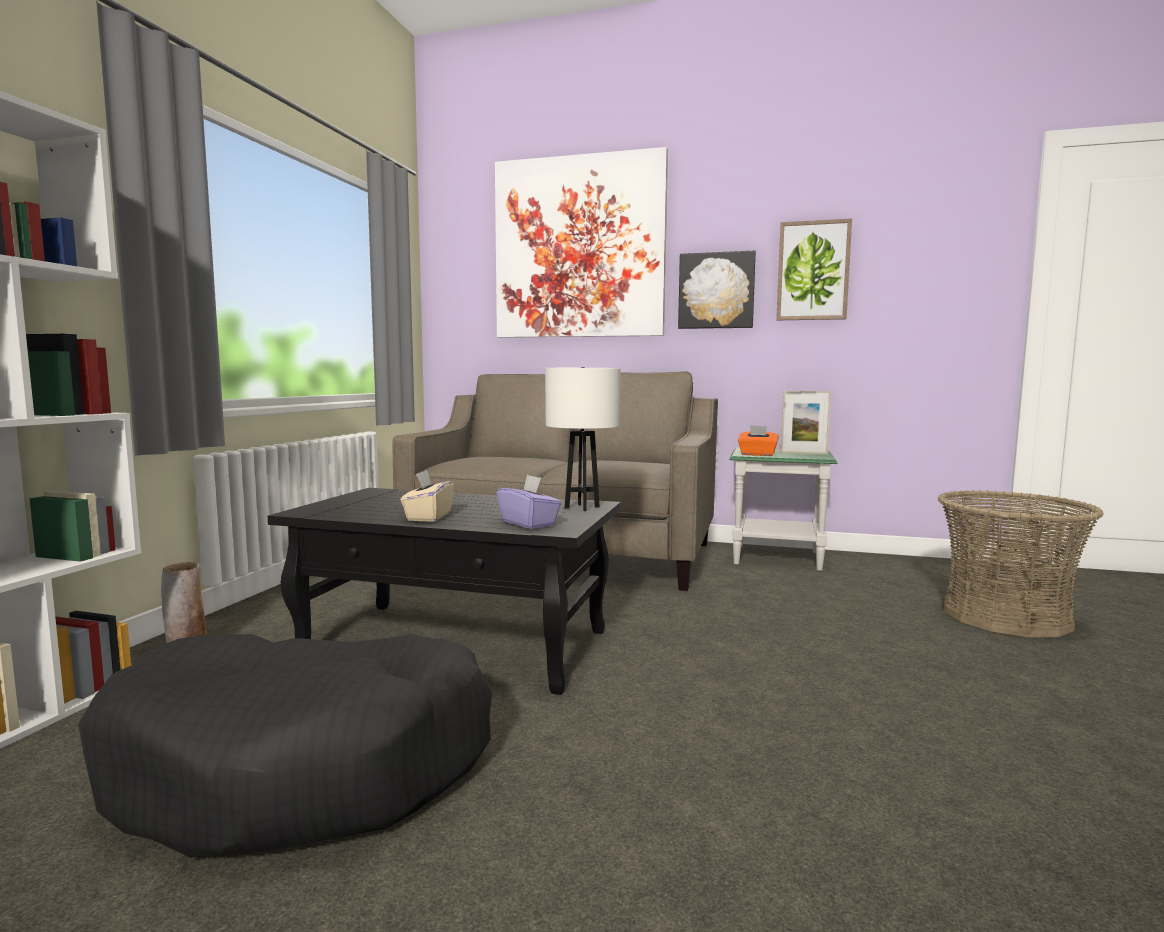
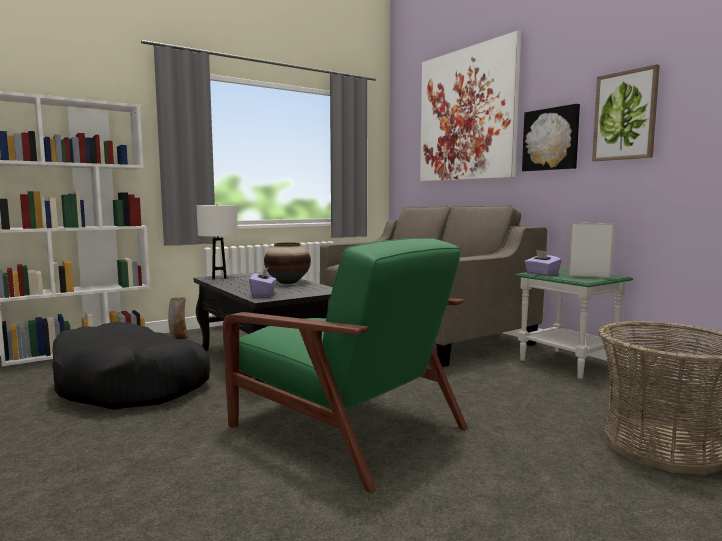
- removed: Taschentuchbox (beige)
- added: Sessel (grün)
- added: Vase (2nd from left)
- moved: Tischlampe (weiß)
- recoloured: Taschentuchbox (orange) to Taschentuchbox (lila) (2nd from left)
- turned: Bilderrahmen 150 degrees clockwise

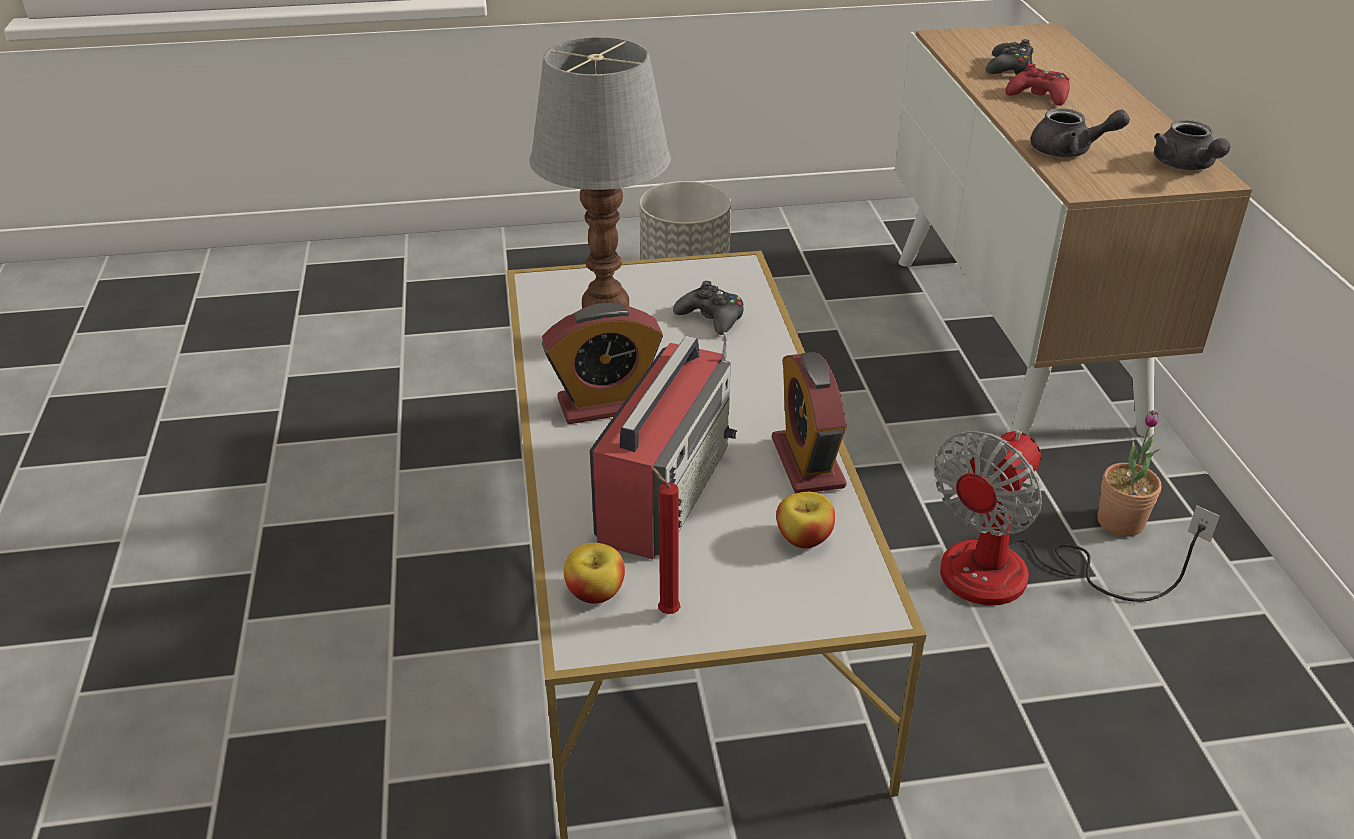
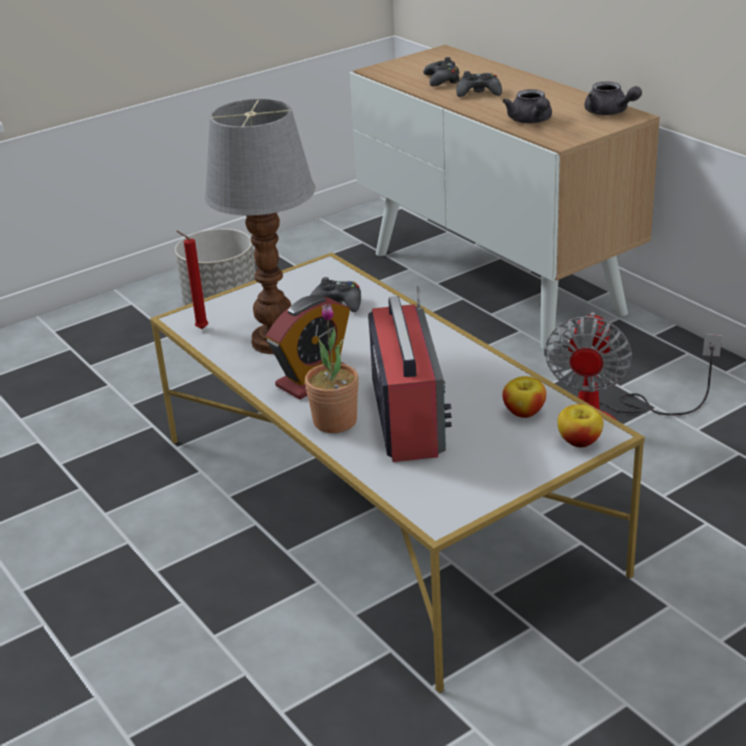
- removed: Wecker (2nd from left)
- moved: Apfel (1st from left in the first image) to Apfel (2nd from left)
- moved: Kerze (rot)
- moved: Topfpflanze
- recoloured: Gamepad (rot) to Gamepad (schwarz) (3rd from left)
- turned: Teekanne (grau) (1st from left) 90 degrees clockwise

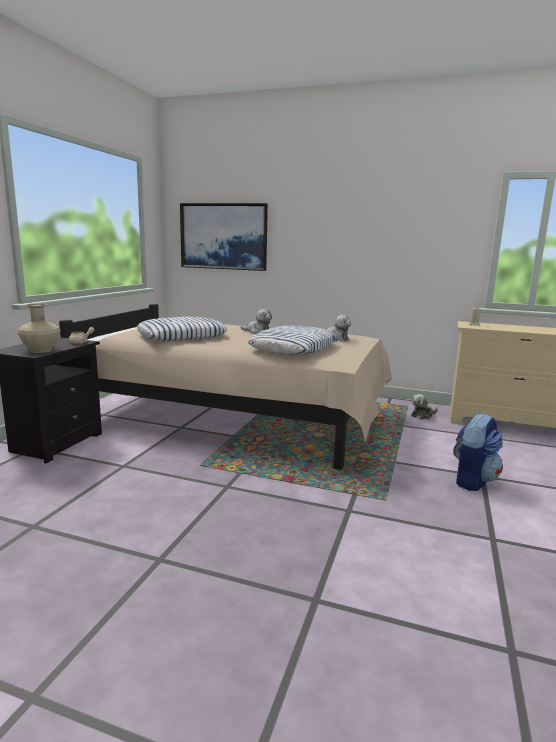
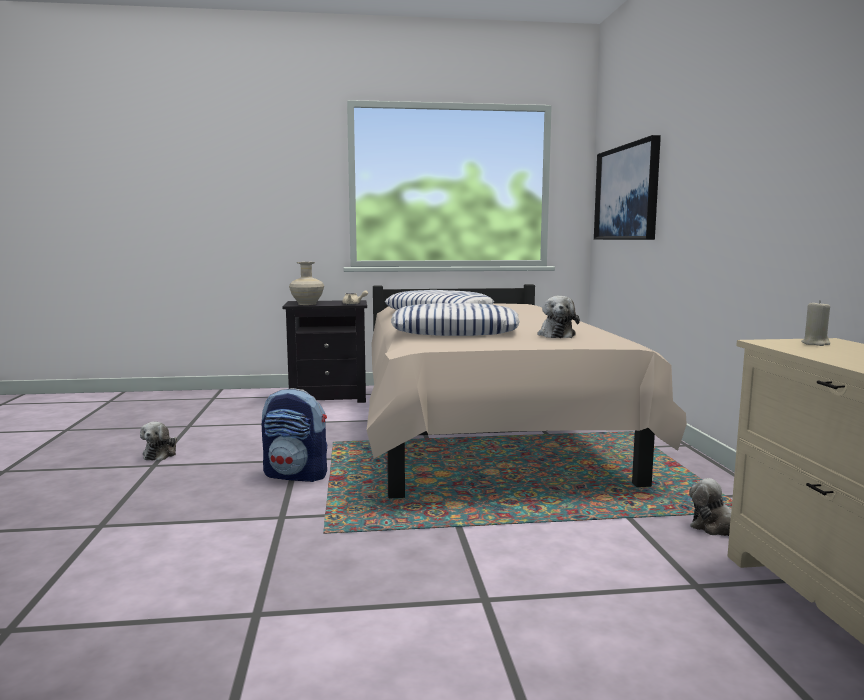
- moved: Plüschtier (1st from left)
- moved: Rucksack

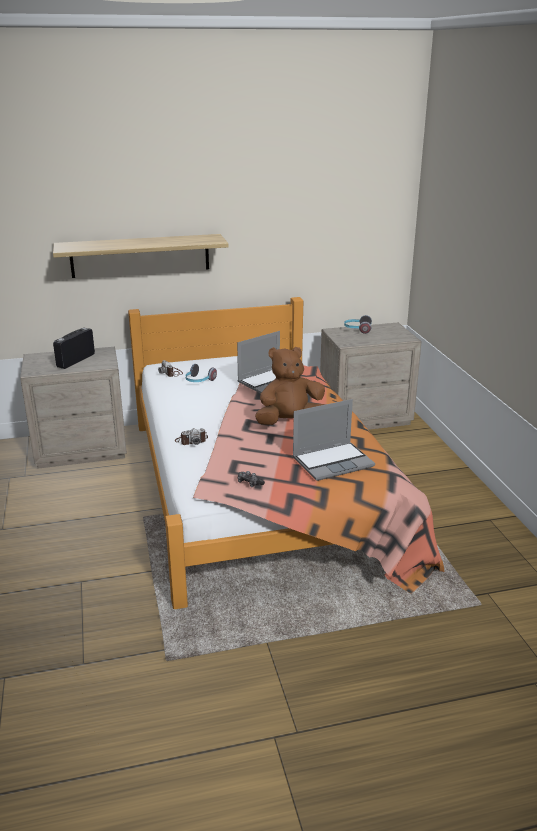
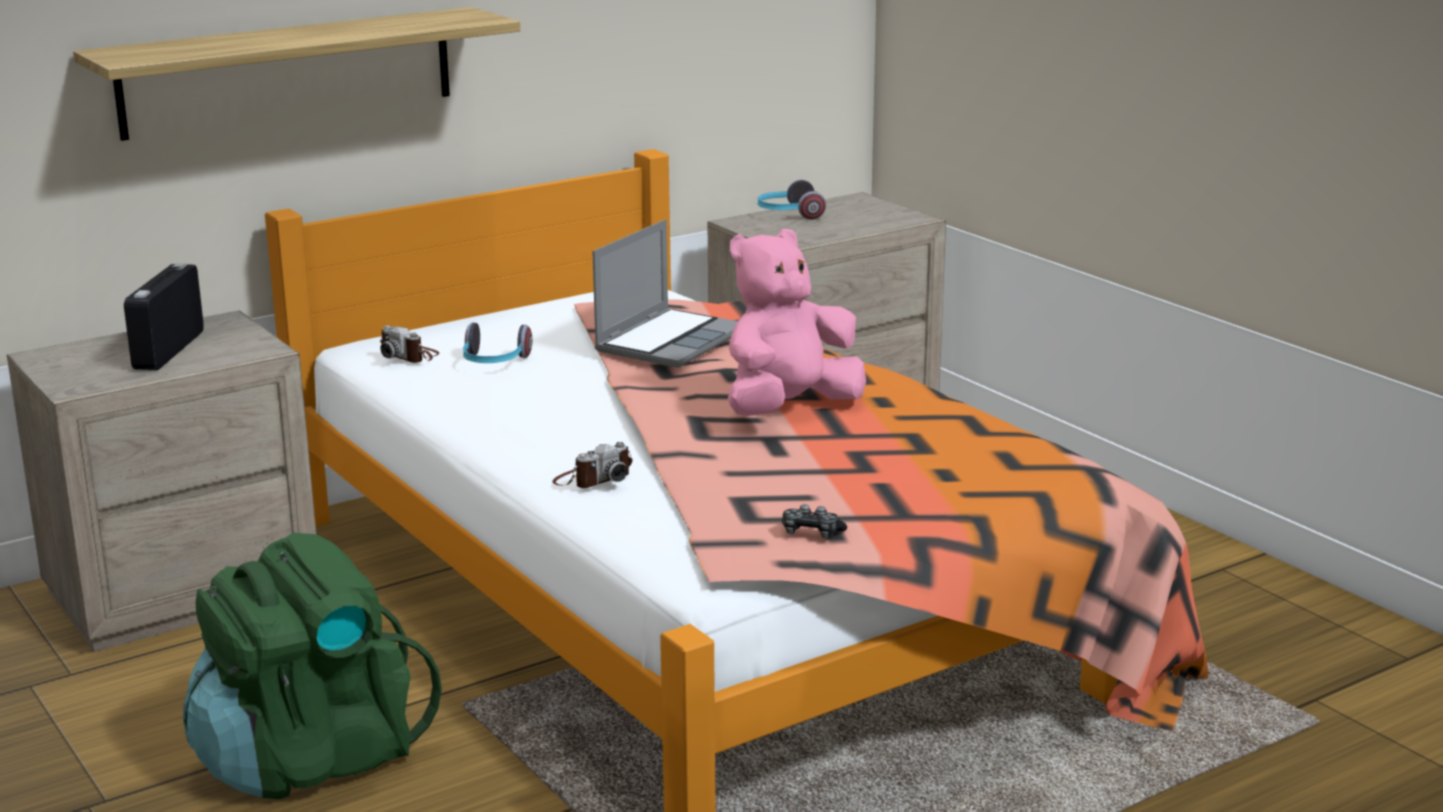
- removed: Laptop (2nd from left)
- added: Rucksack (grün)
- recoloured: Plüschtier (braun) to Plüschtier (rosa)

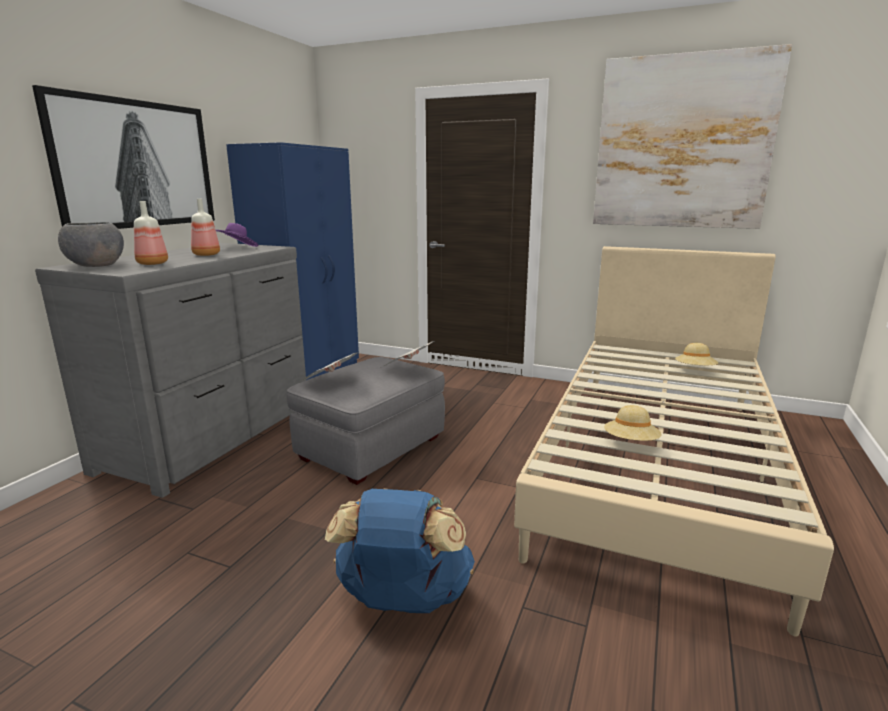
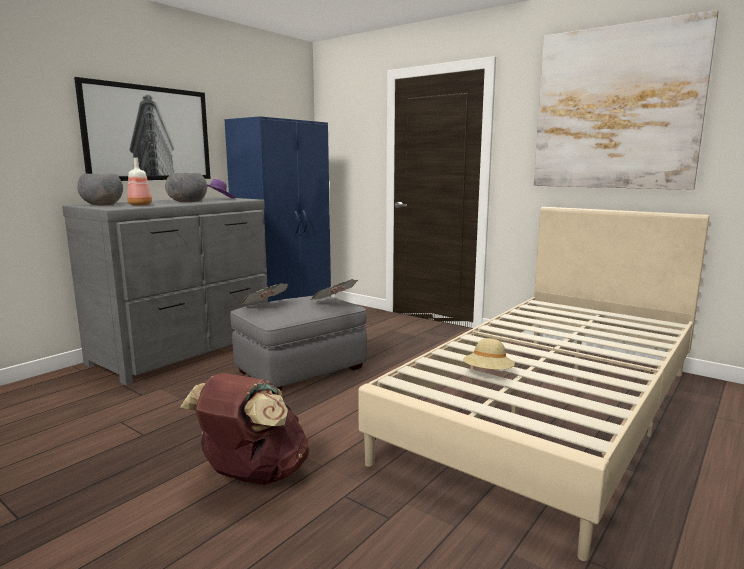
- removed: Hut (beige) (2nd from left)
- replaced: Flasche (2nd from left) to Schüssel (grau) (2nd from left)
- recoloured: Rucksack (blau) to Rucksack (braun)

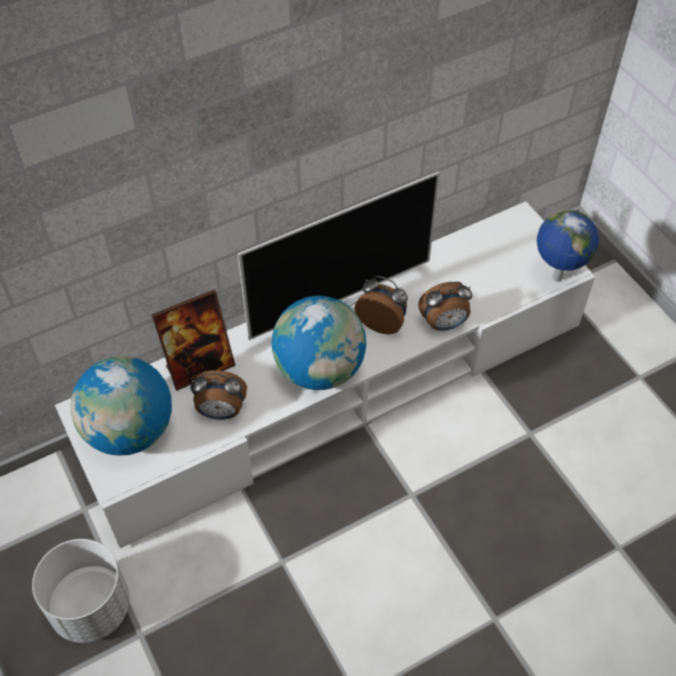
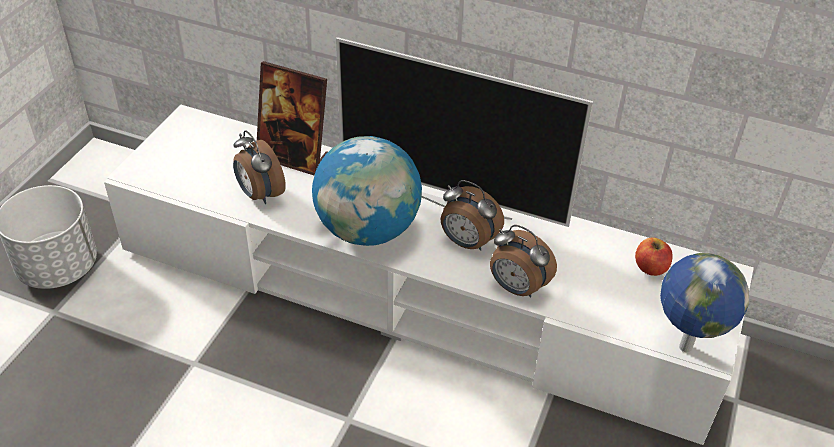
- removed: Globus (1st from left)
- added: Apfel
- turned: Wecker (2nd from left) 135 degrees clockwise

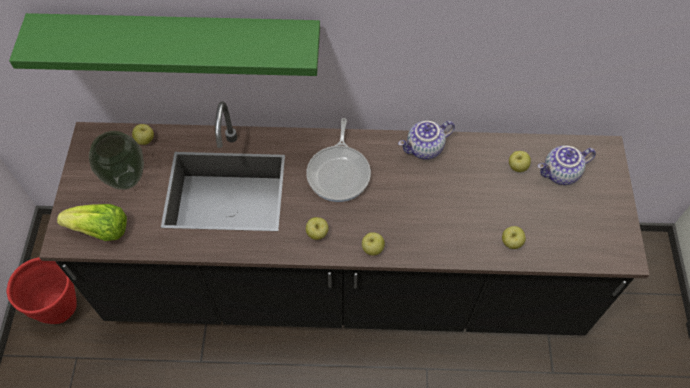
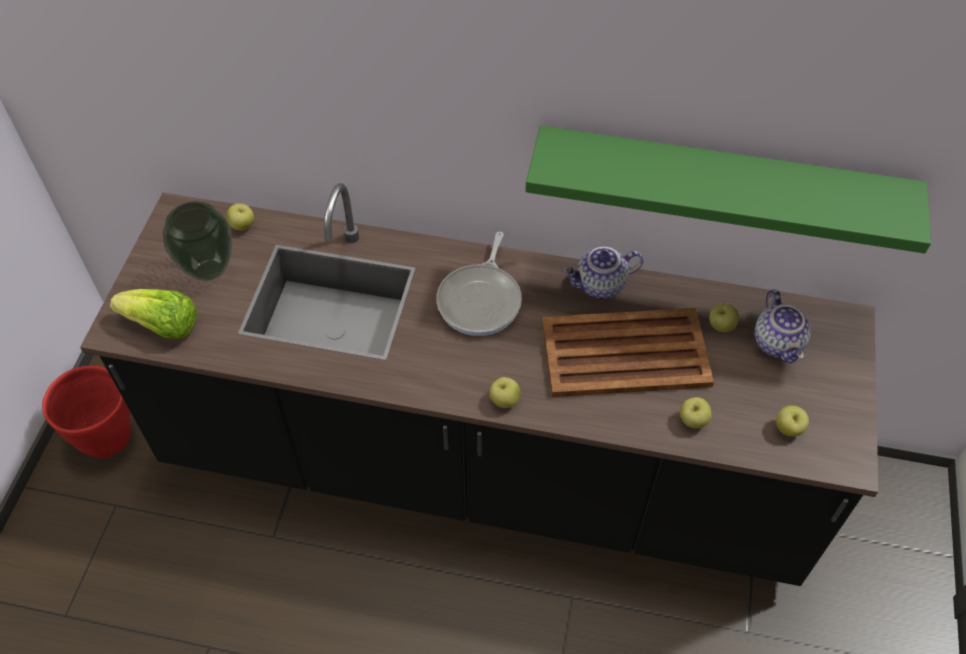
- added: Tablett (braun)
- moved: Wandregal (grün)
- moved: Apfel (2nd from left in the first image) to Apfel (5th from left)
- turned: Teekanne (2nd from left) 90 degrees counterclockwise

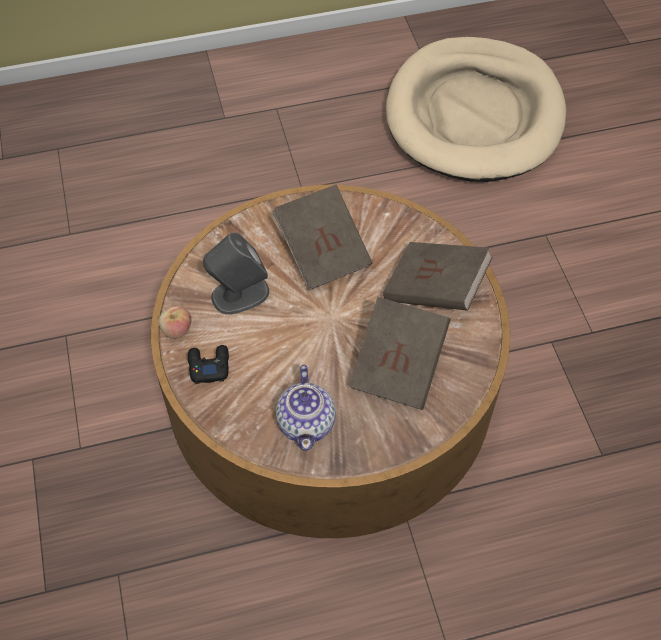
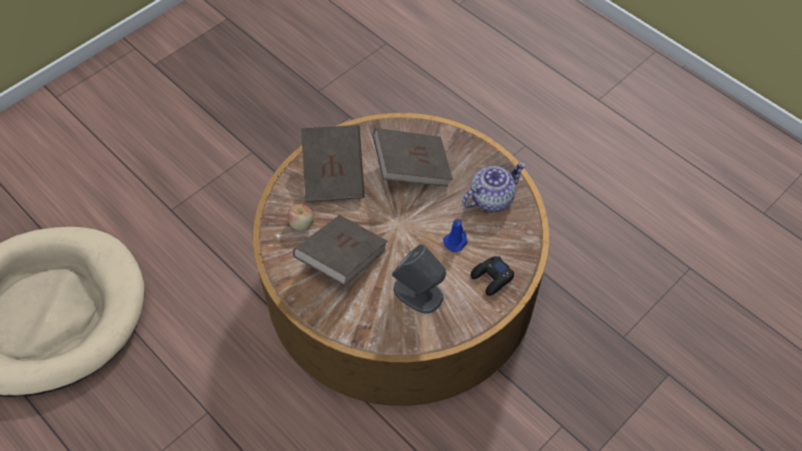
- added: Kerze (blau)
- moved: Apfel

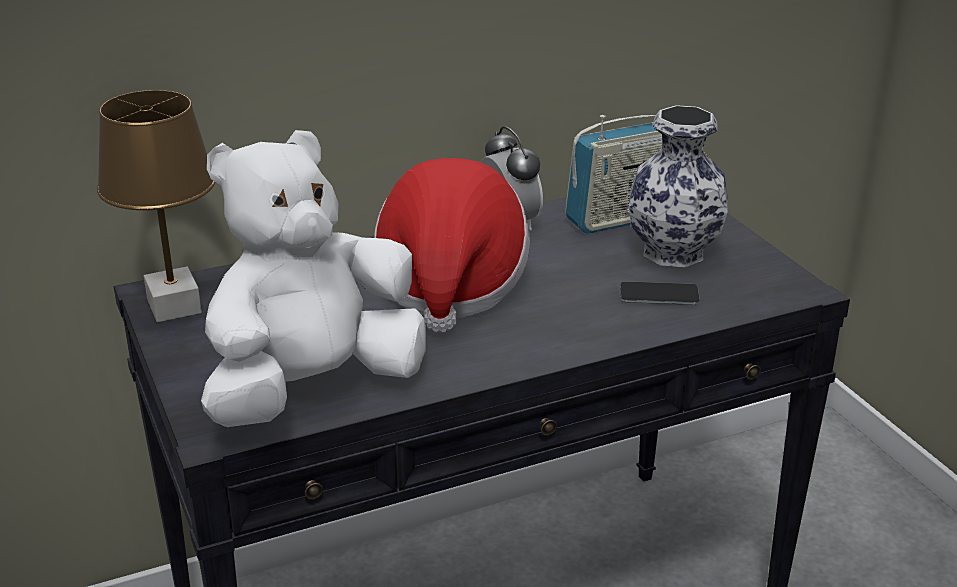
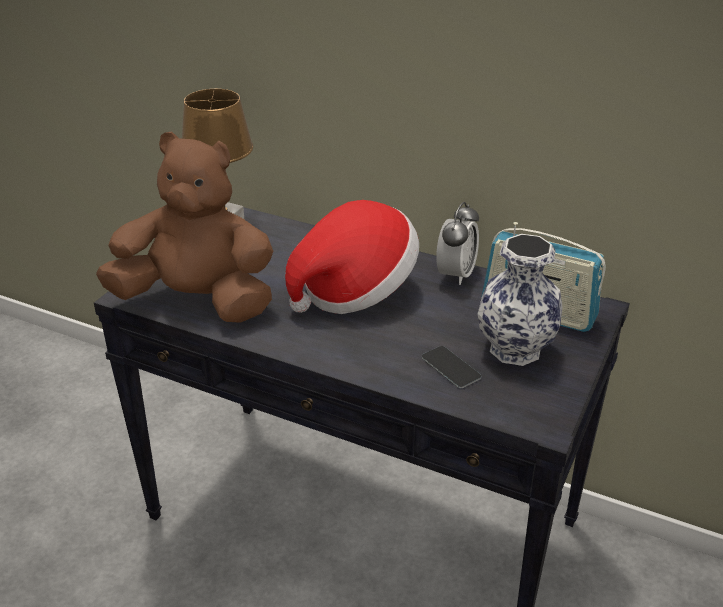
- recoloured: Plüschtier (weiß) to Plüschtier (braun)

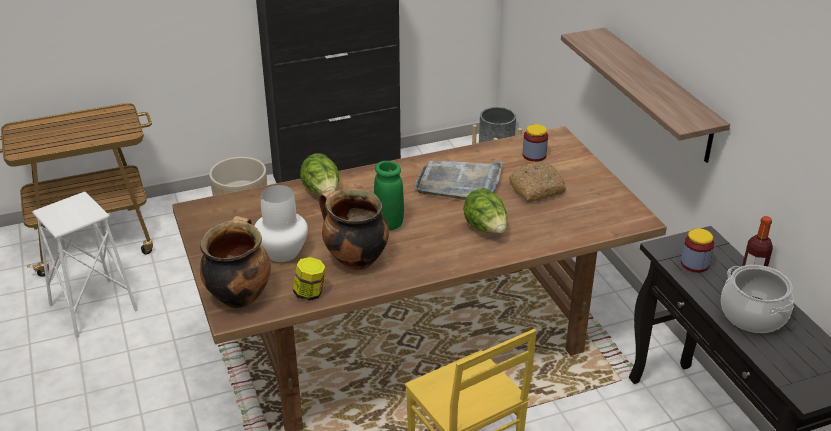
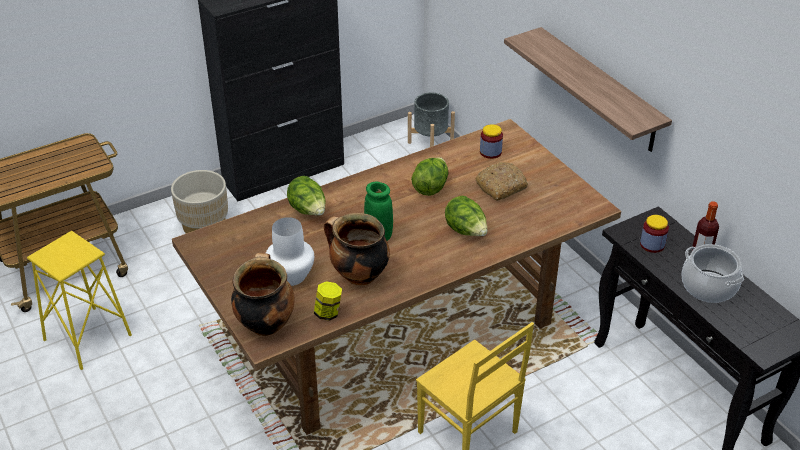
- replaced: Tablett (grau) to Salatkopf (2nd from left)
- recoloured: Hocker (weiß) to Hocker (gelb)

